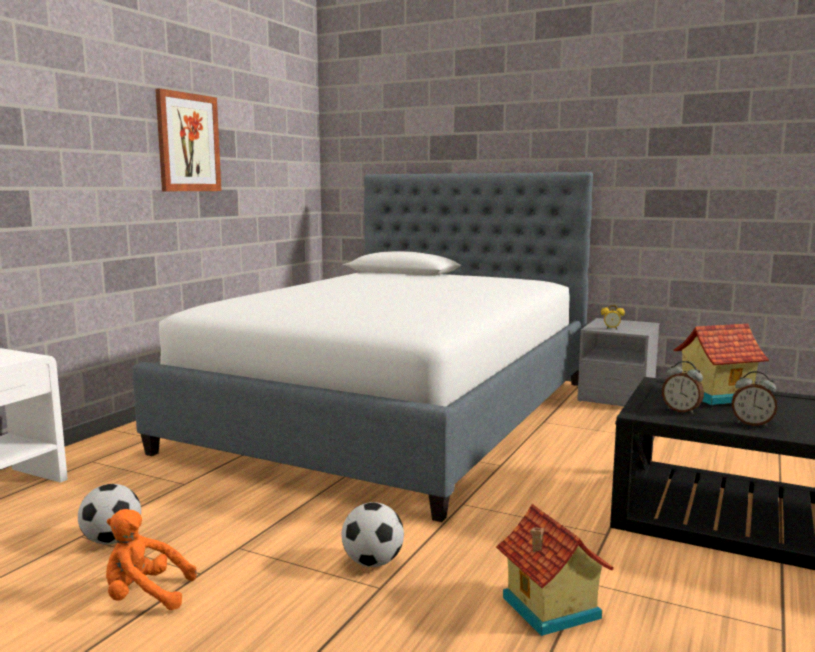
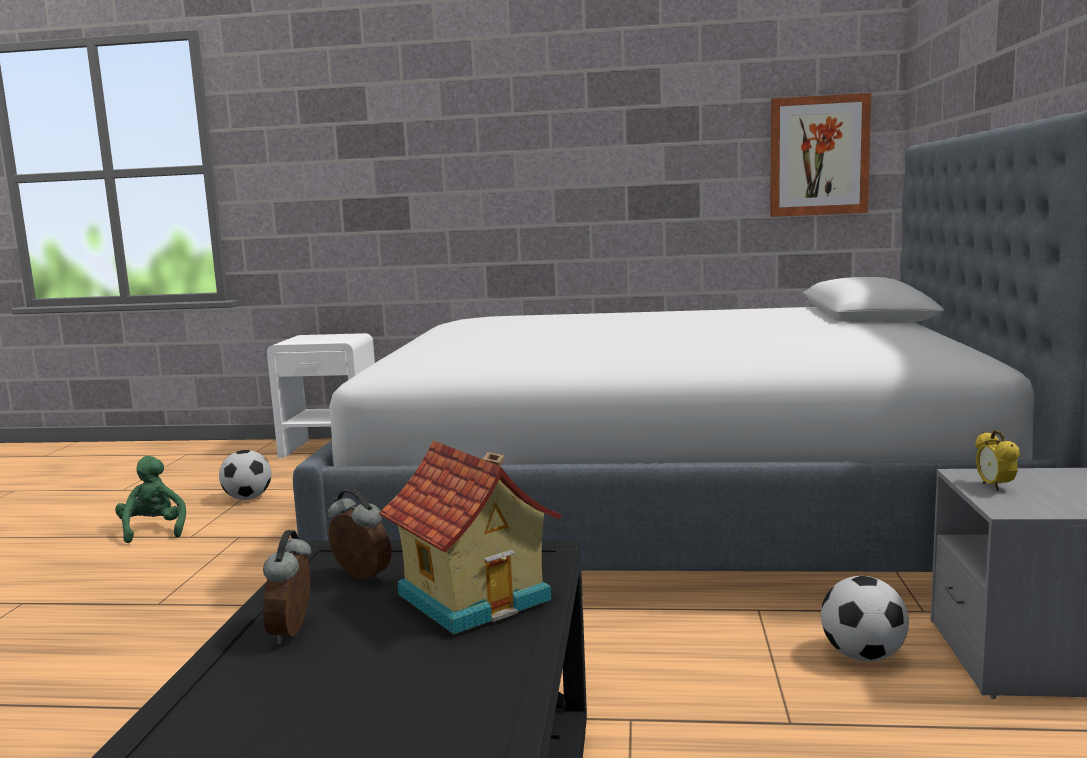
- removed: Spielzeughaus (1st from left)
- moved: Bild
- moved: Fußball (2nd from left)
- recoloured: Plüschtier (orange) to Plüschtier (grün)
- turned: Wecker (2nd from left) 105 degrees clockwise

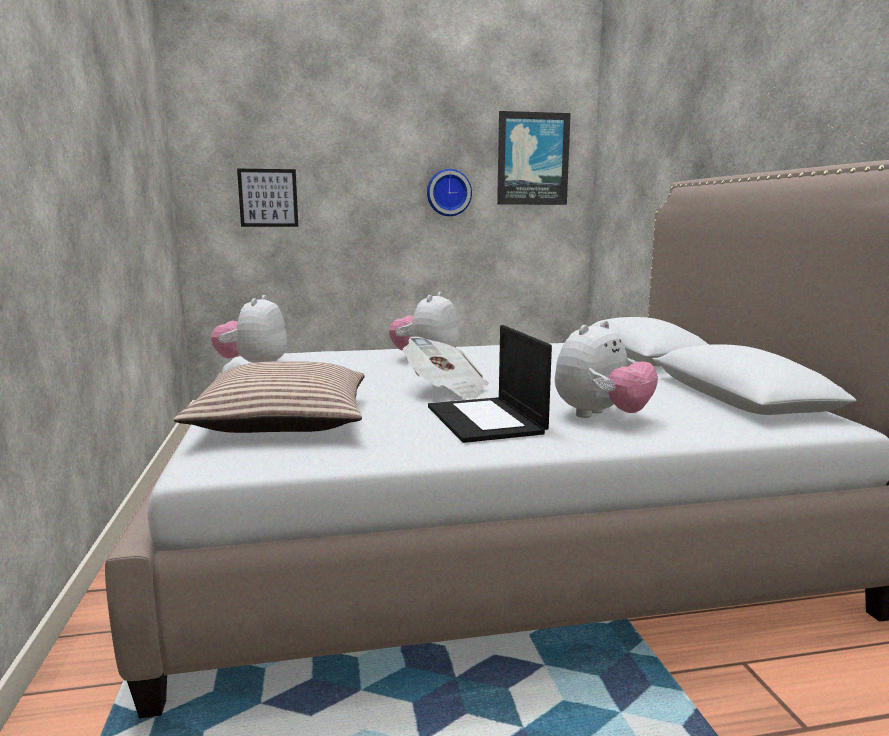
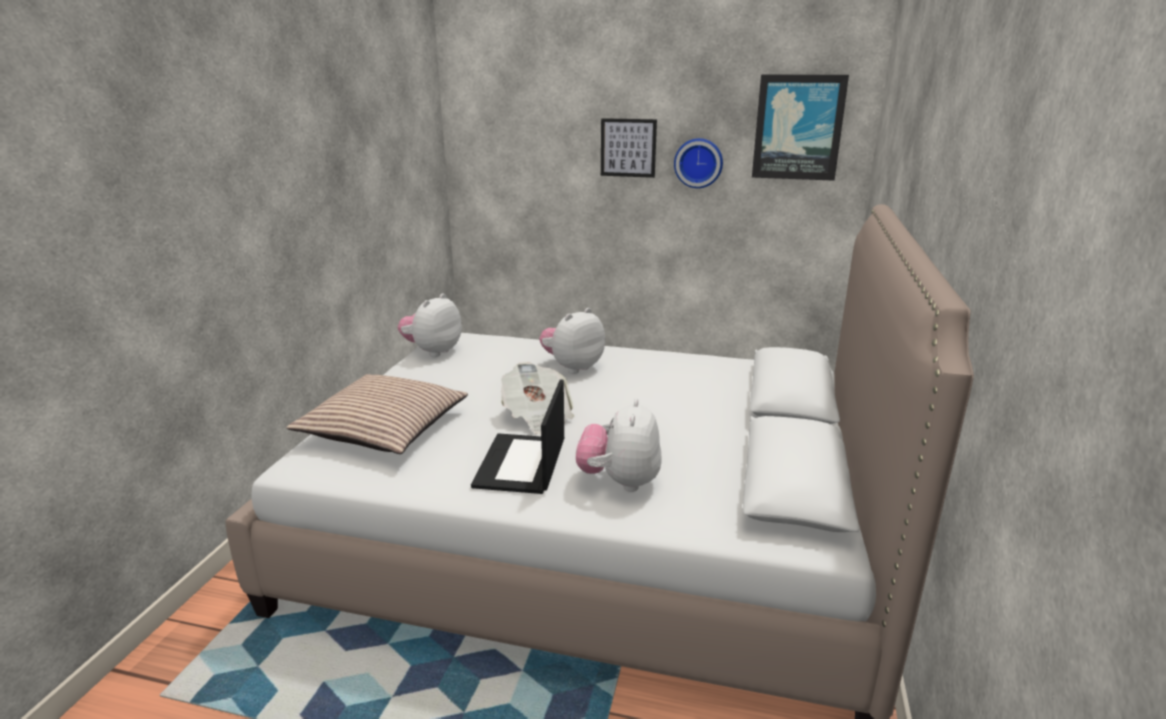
- moved: Bild (1st from left)
- turned: Plüschtier (3rd from left) 120 degrees clockwise

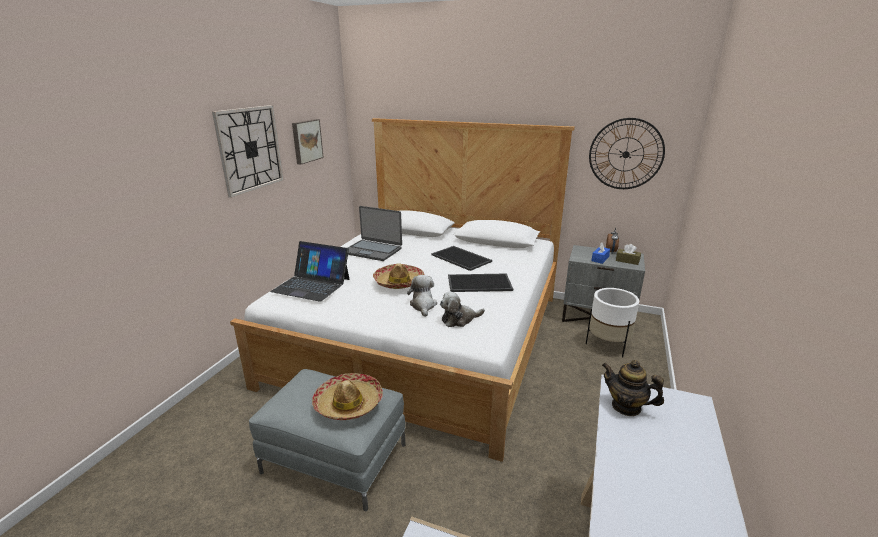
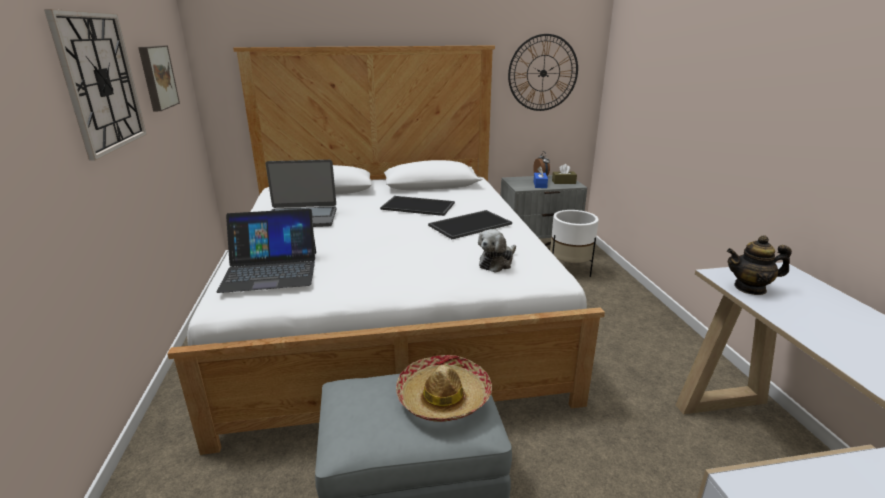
- removed: Hut (2nd from left)
- removed: Plüschtier (1st from left)

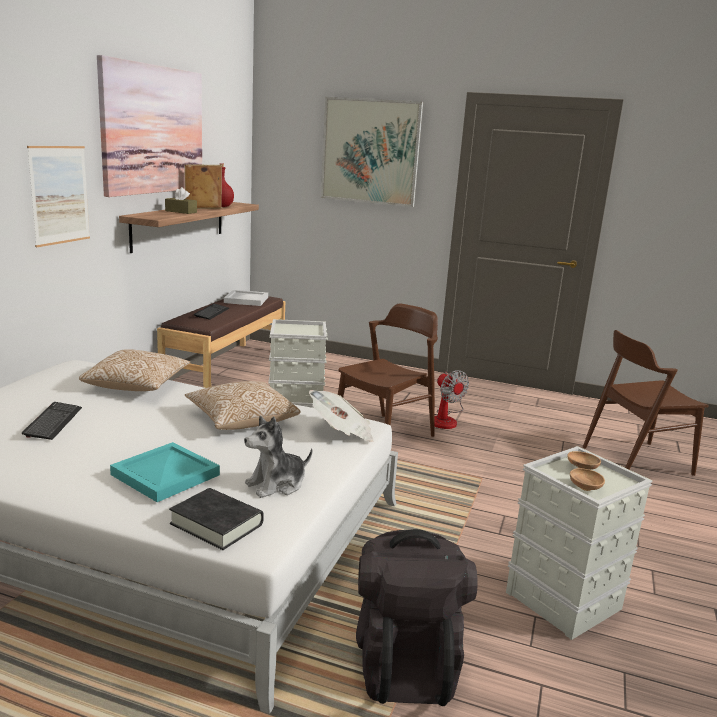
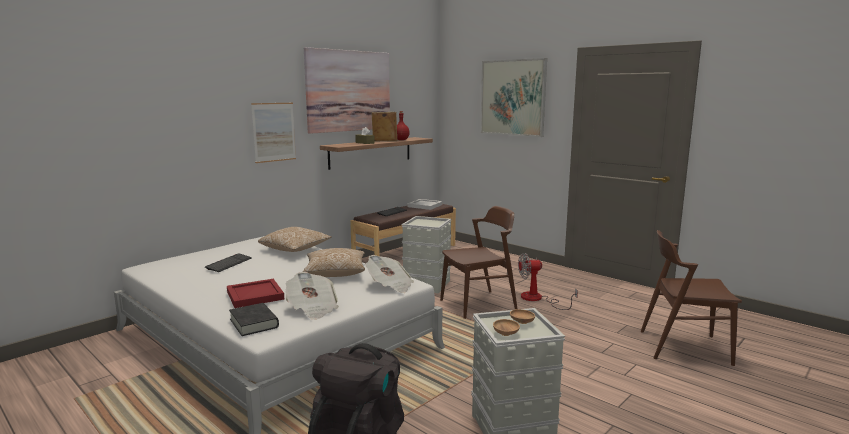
- replaced: Plüschtier to Zeitung (1st from left)
- recoloured: Tablett (türkis) to Tablett (rot)
- turned: Ventilator 90 degrees clockwise

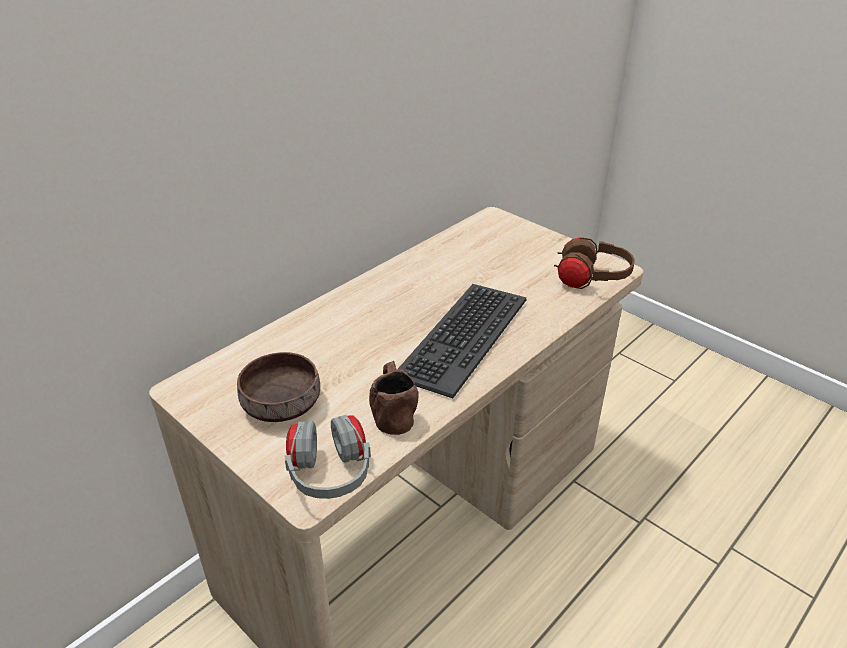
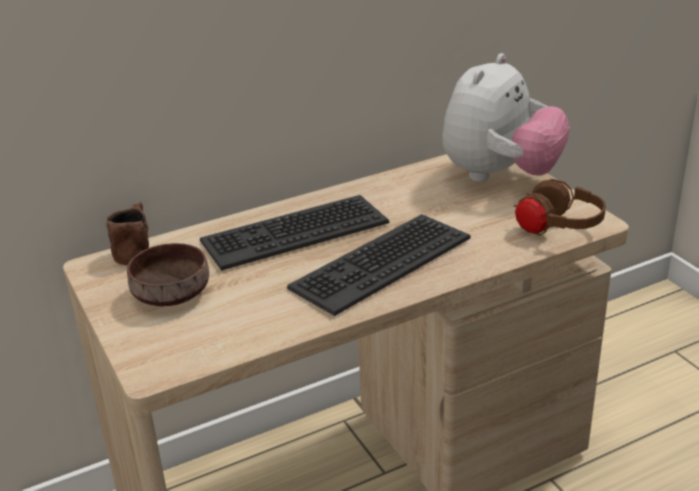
- removed: Kopfhörer (grau)
- added: Tastatur (1st from left)
- added: Plüschtier
- moved: Henkelbecher (braun)

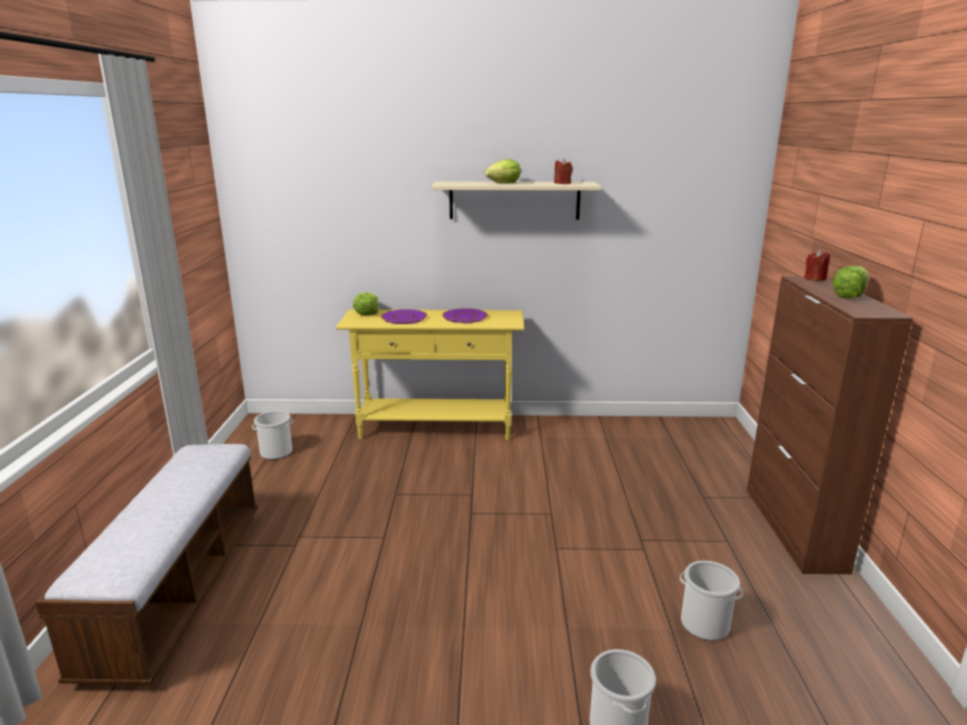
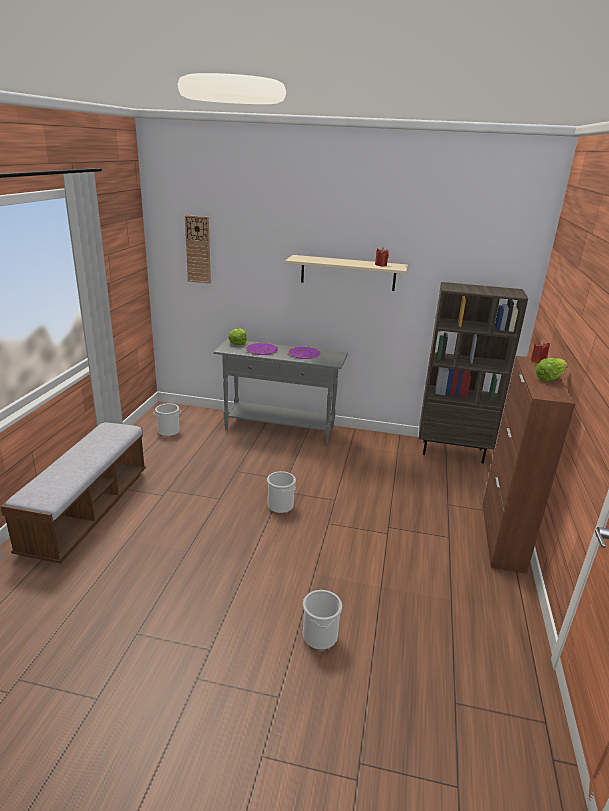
- removed: Salatkopf (2nd from left)
- added: Wanduhr
- added: Bücherregal (braun)
- moved: Eimer (3rd from left in the first image) to Eimer (2nd from left)
- recoloured: Konsolentisch (gelb) to Konsolentisch (grau)

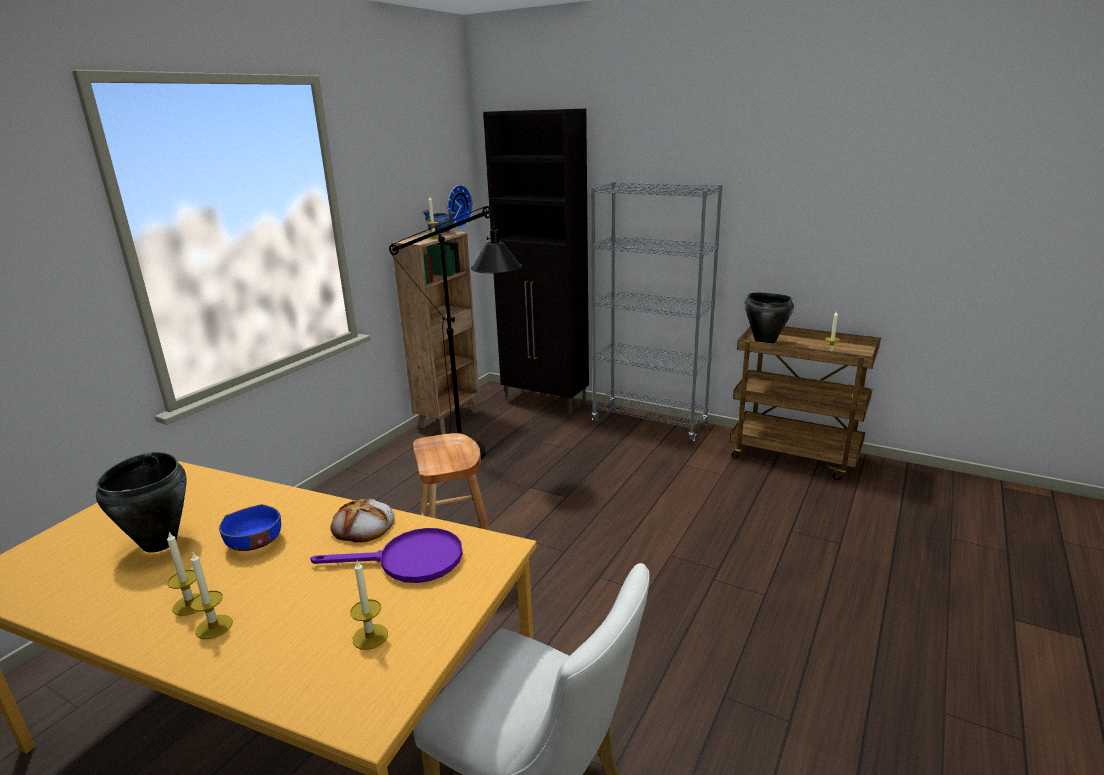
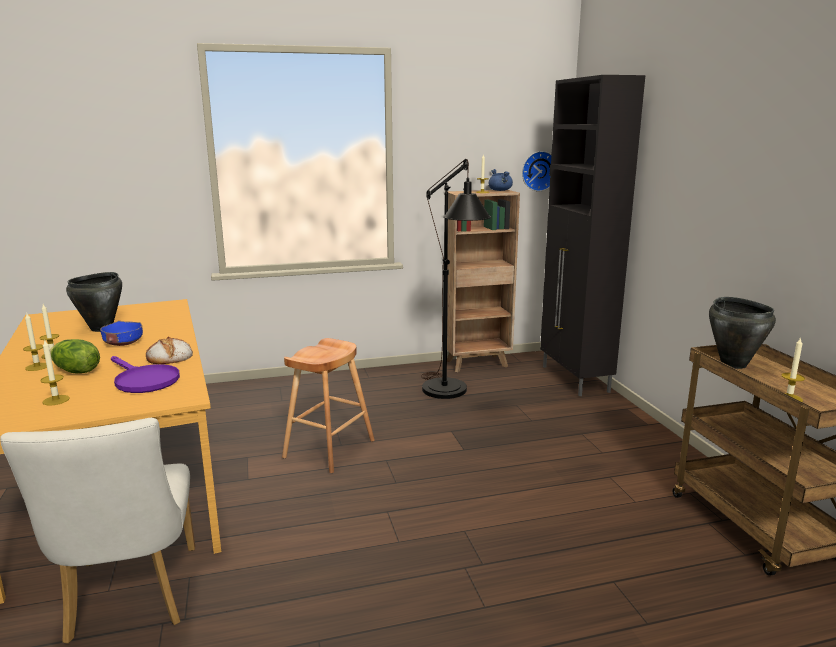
- removed: Bücherregal (grau)
- added: Salatkopf

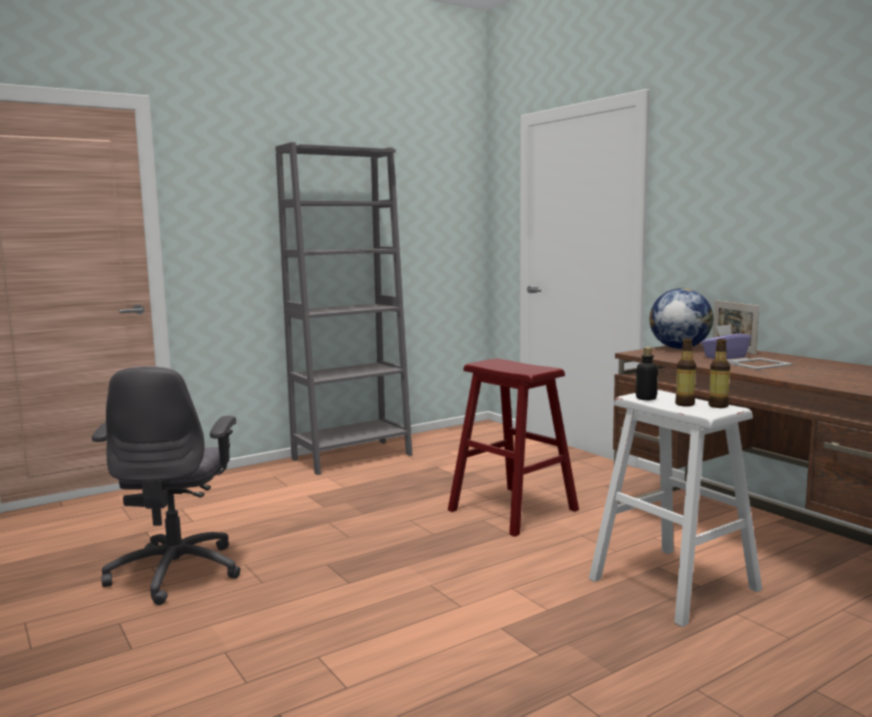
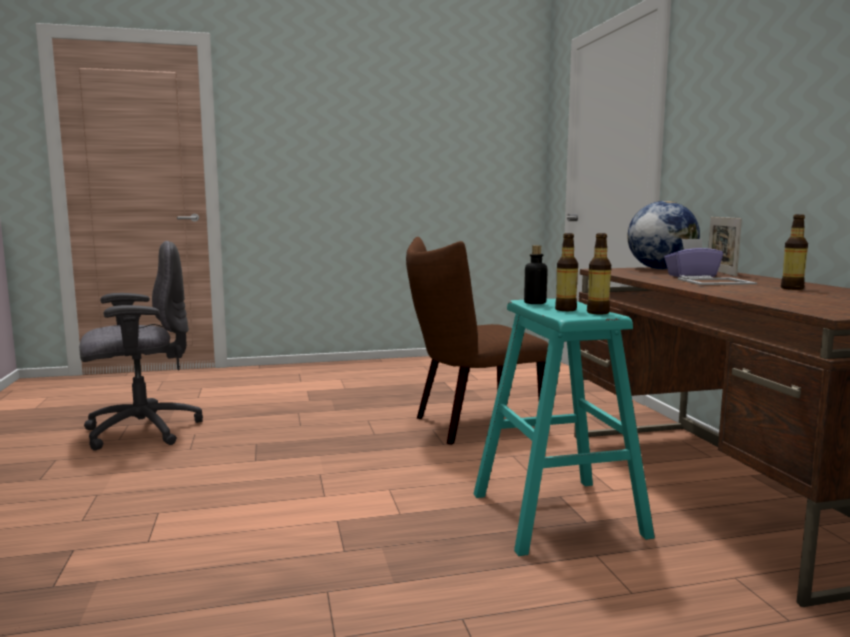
- removed: Bücherregal (grau)
- added: Flasche (4th from left)
- replaced: Hocker (rot) to Stuhl (braun)
- recoloured: Hocker (weiß) to Hocker (türkis)
- turned: Bürostuhl (grau) 135 degrees counterclockwise

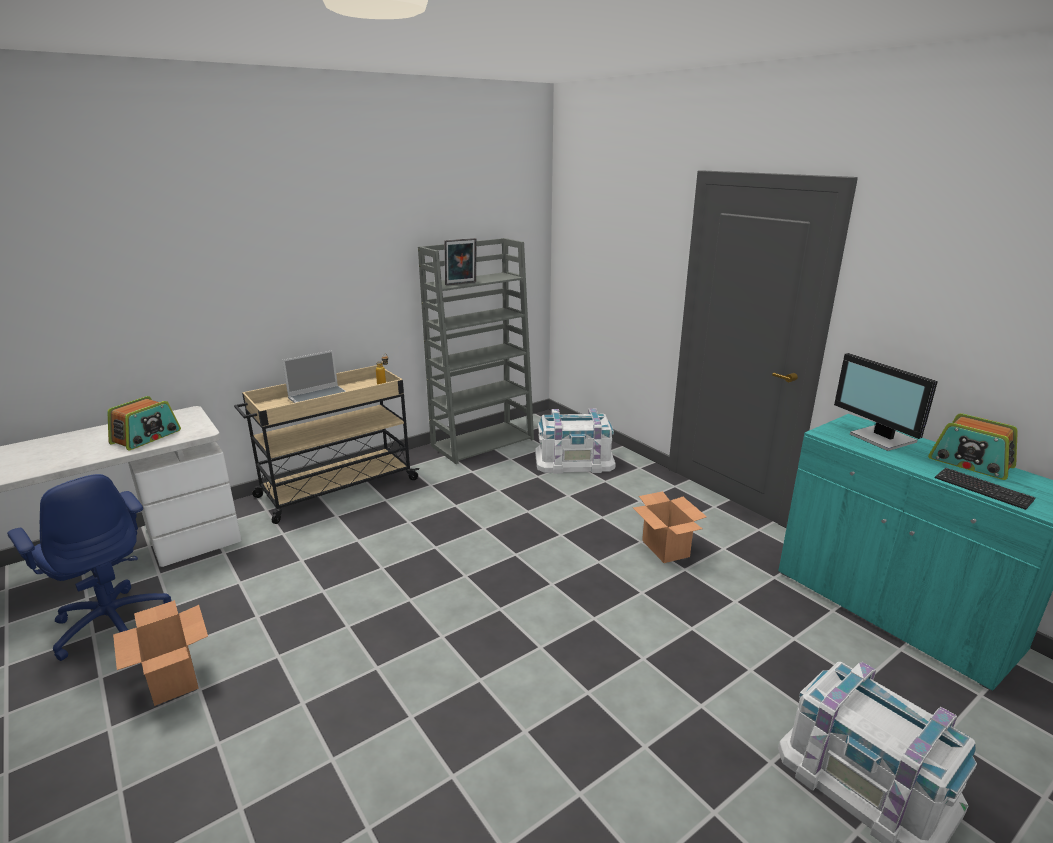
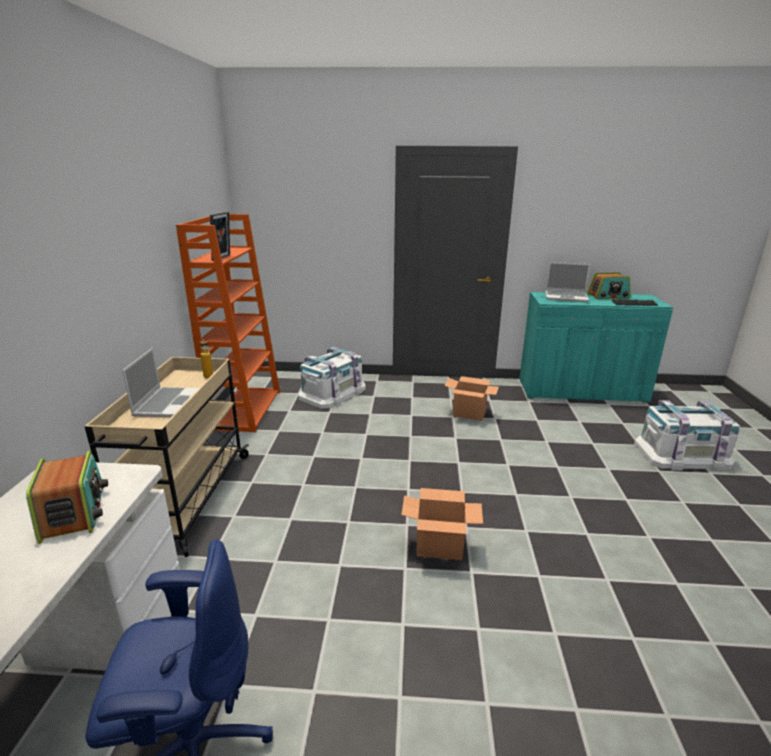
- moved: Karton (1st from left)
- replaced: Monitor to Laptop (2nd from left)
- recoloured: Bücherregal (grau) to Bücherregal (orange)

